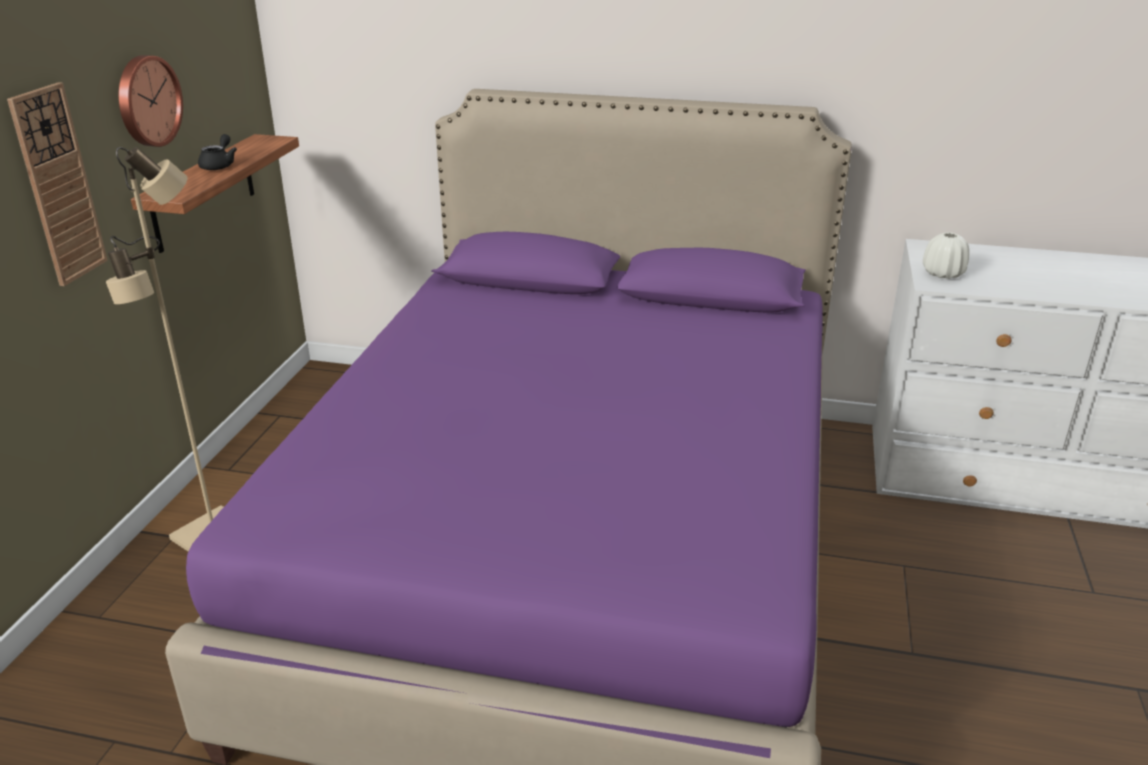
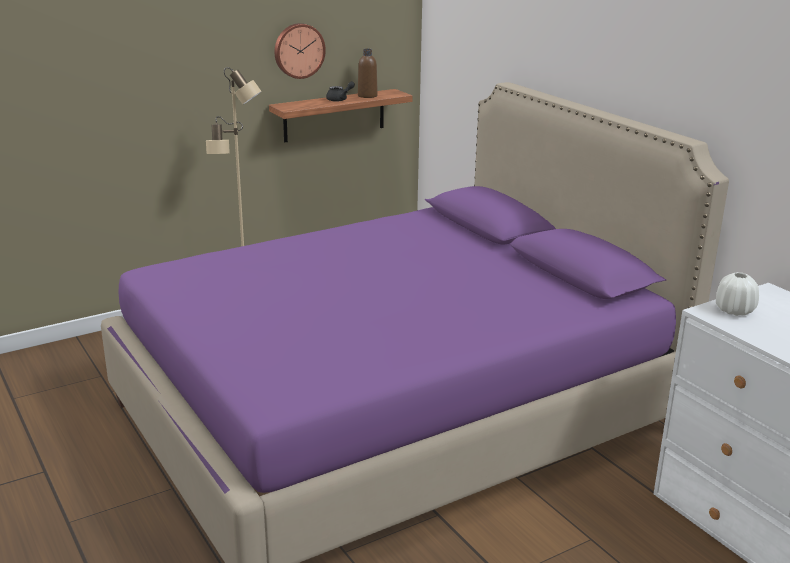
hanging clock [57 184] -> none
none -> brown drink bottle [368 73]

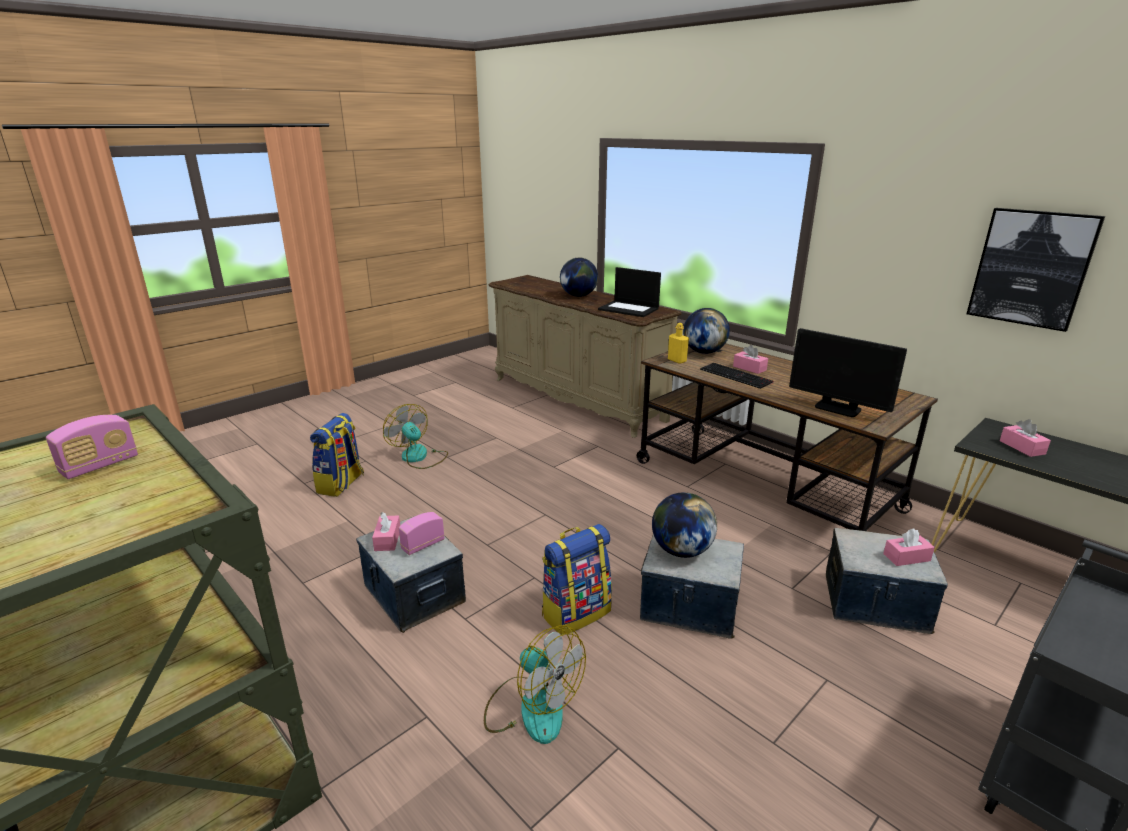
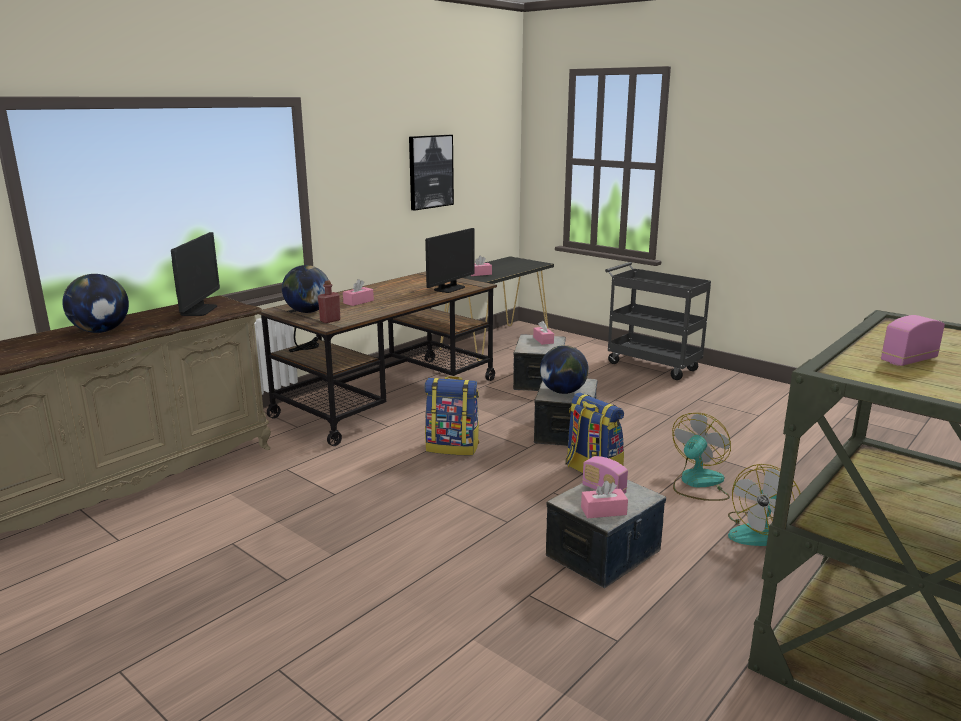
laptop [629 292] -> computer display [195 274]
yellowish drink bottle [678 343] -> red-coloured drink bottle [329 301]
PC keyboard [737 376] -> none
electric fan [415 436] -> electric fan [764 505], relocated
backpack [337 455] -> backpack [452 415], relocated
radio [92 447] -> radio [913 340], 60 degrees counterclockwise

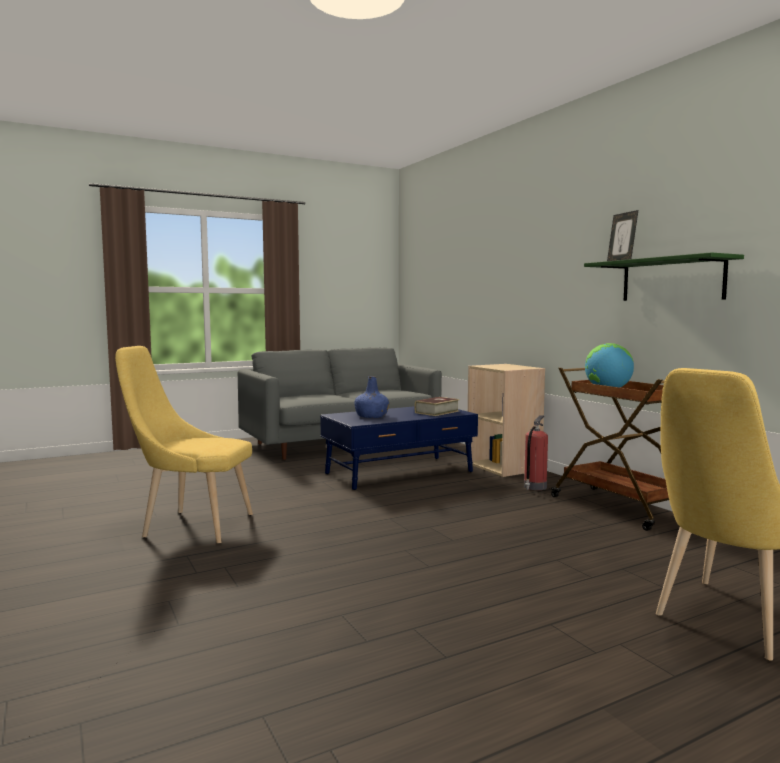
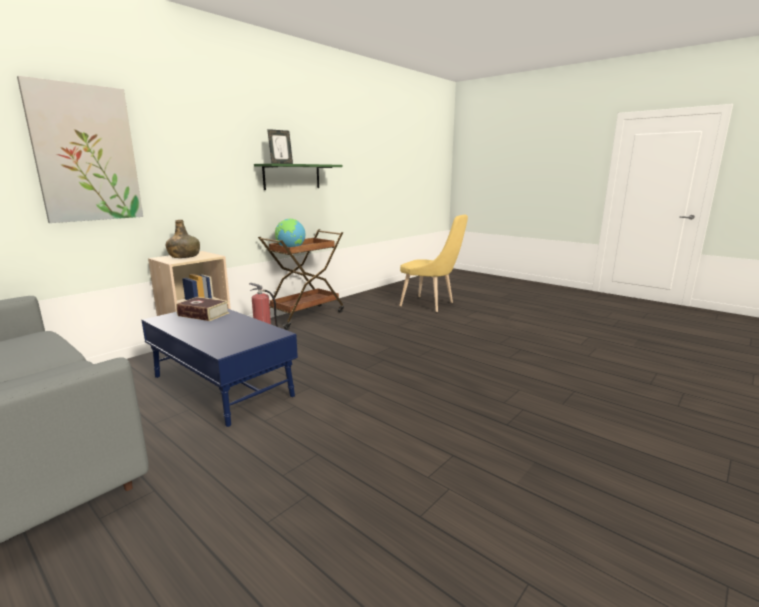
yellowish plain chair [184 445] -> none
blue drink bottle [372 397] -> none
none -> wall picture [80 149]
none -> green drink bottle [183 239]

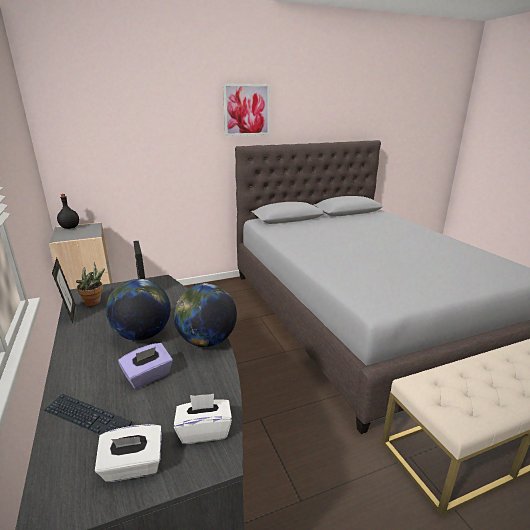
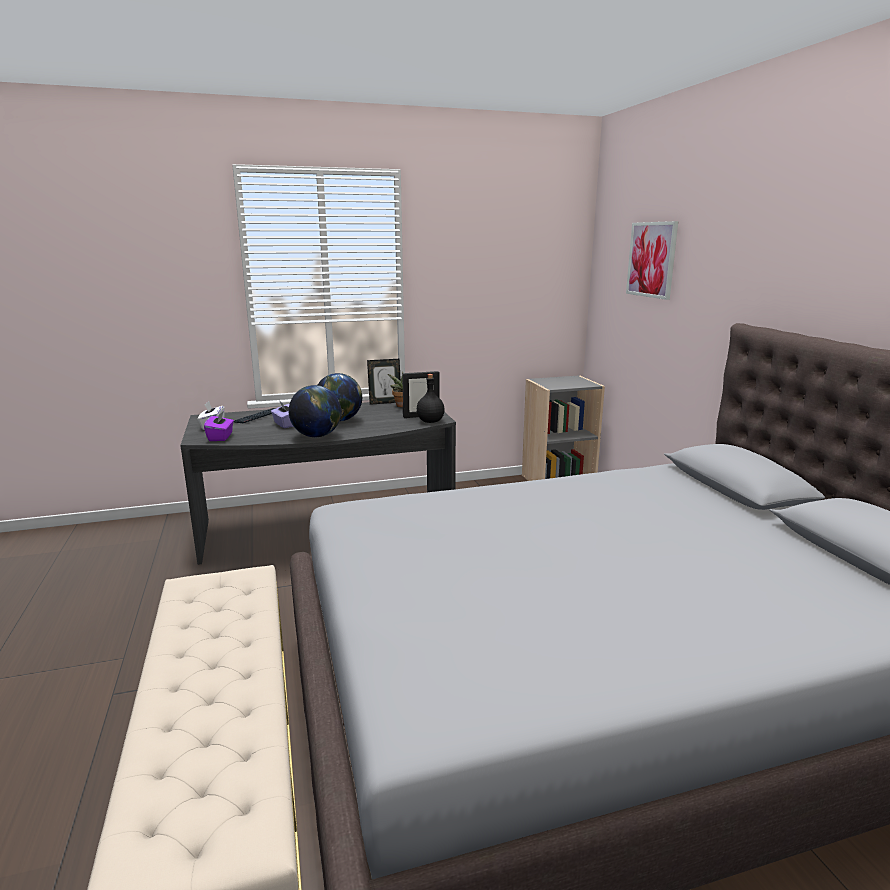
wall picture [246 110] -> wall picture [652 260], relocated
blackish drink bottle [68 211] -> blackish drink bottle [431 398], relocated
white-coloured tissue holder [203 419] -> purplish tissue holder [219 426]

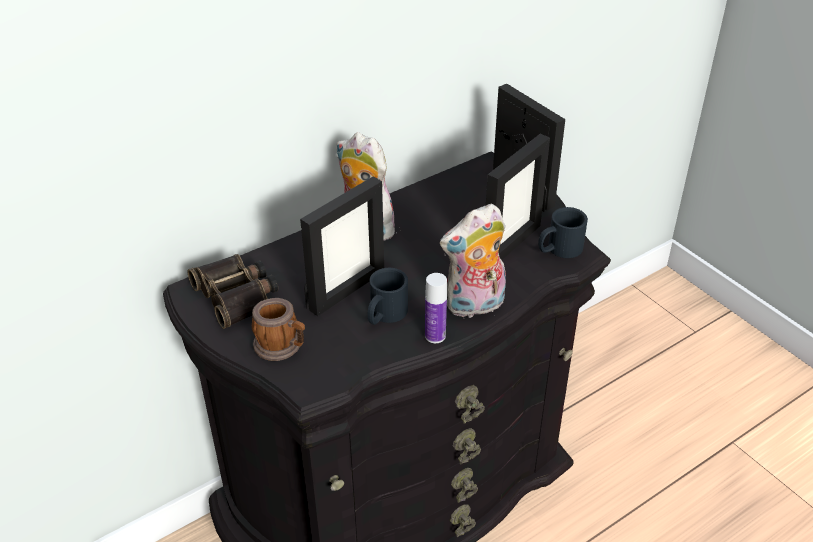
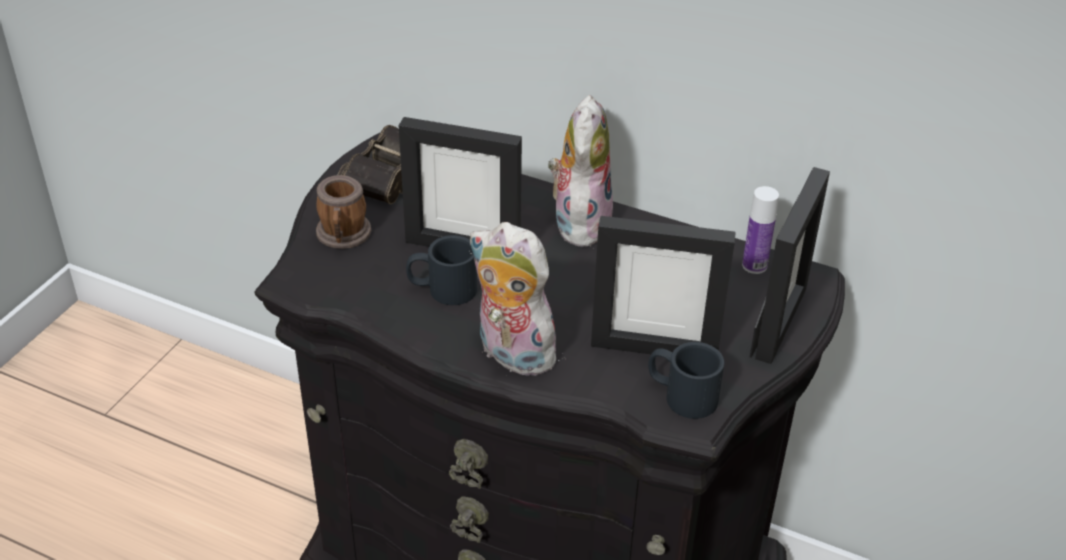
drink bottle [436 308] -> drink bottle [760 230], relocated

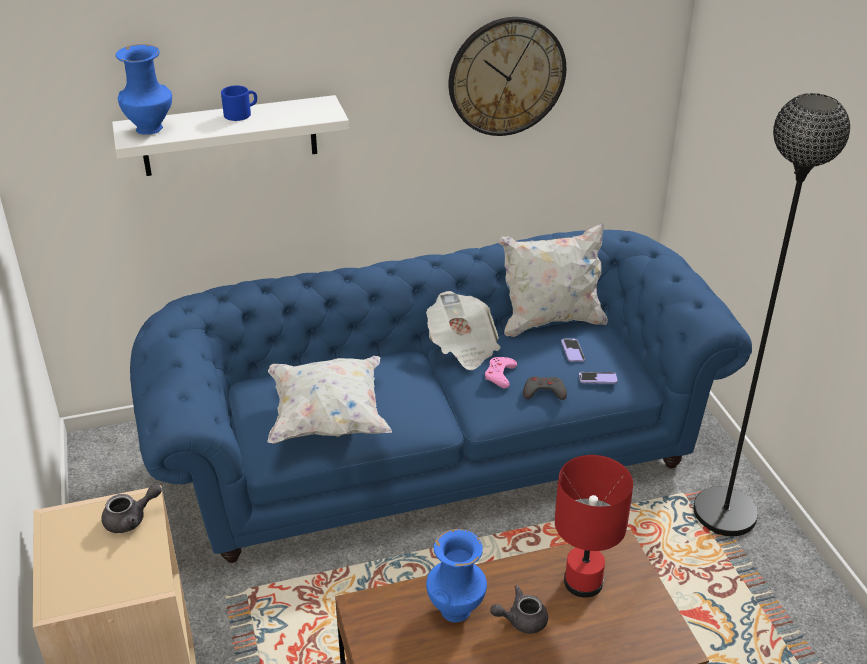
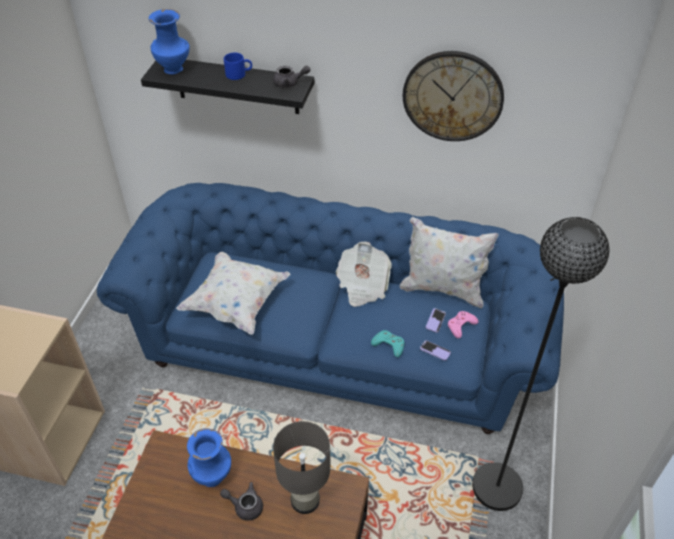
white-coloured shelf [230 135] -> blackish shelf [227 87]
pinkish game controller [501 373] -> pinkish game controller [463 325], relocated
grey game controller [545 388] -> turquoise-coloured game controller [387 343]
red-coloured tabletop lamp [594 526] -> grey tabletop lamp [301 467]
grey pot for tea [131 508] -> grey pot for tea [291 77], relocated

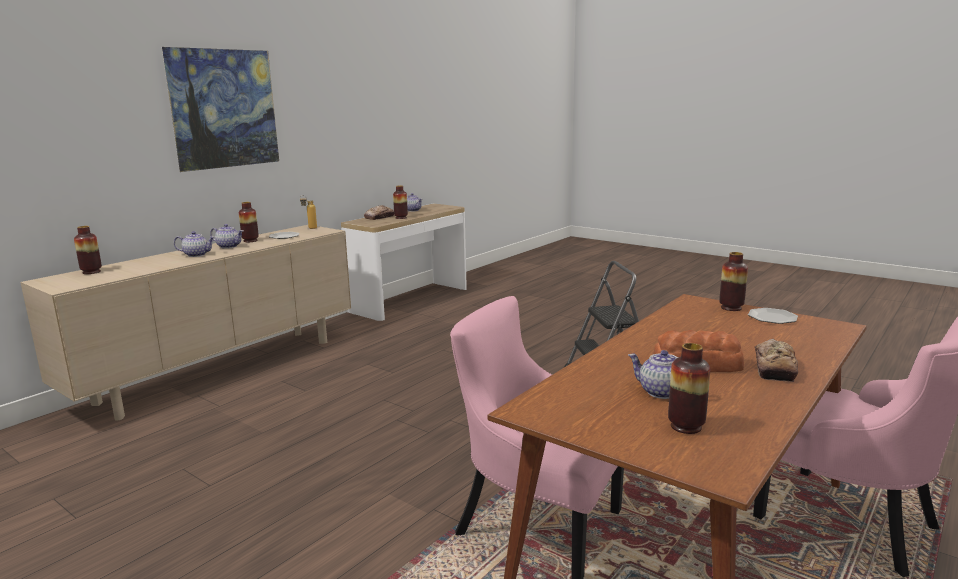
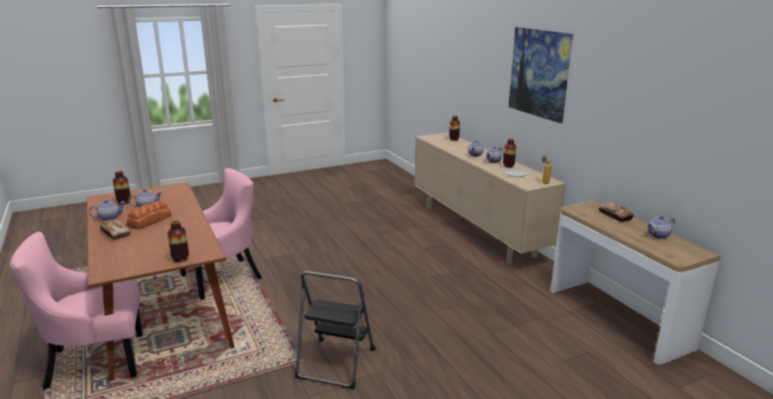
decorative vase [400 202] -> none
plate [773 316] -> none
none -> pot for tea [107 210]

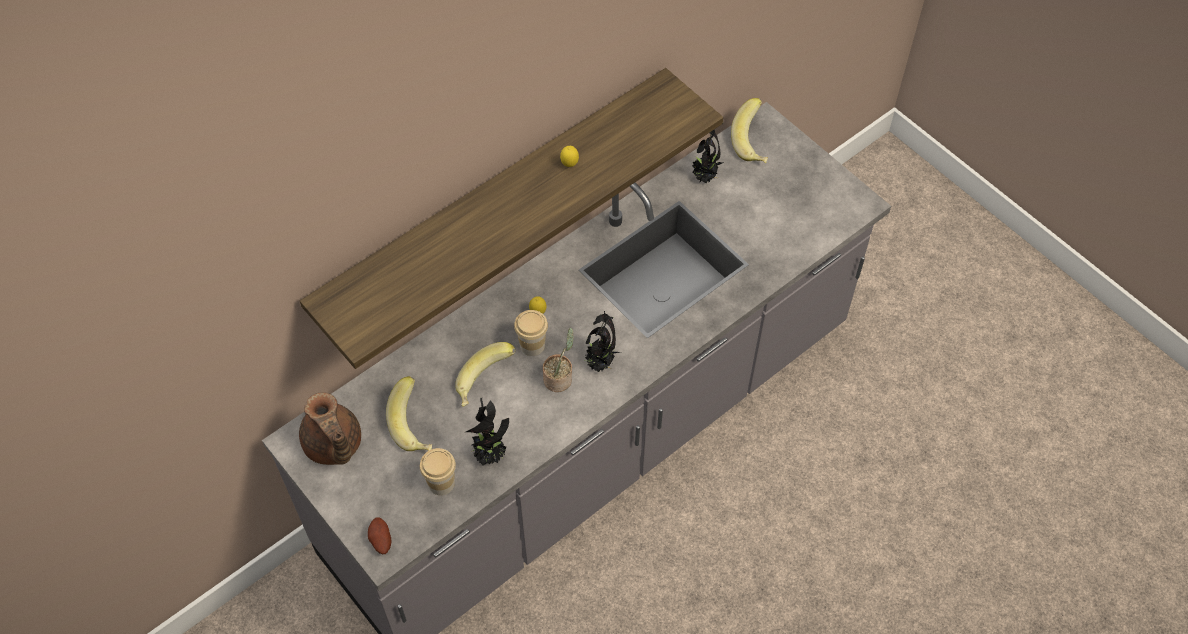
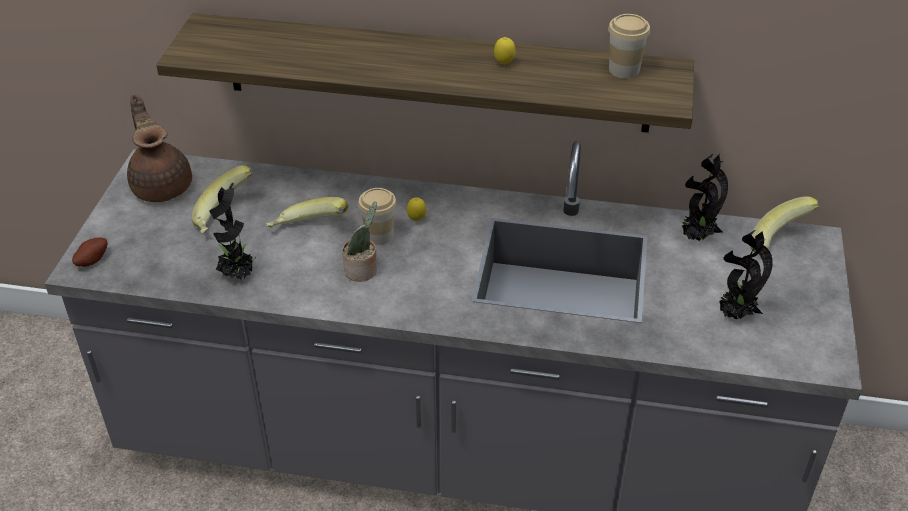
potted plant [602 341] -> potted plant [746 275], relocated
brown pot for tea [330 428] -> brown pot for tea [159 148], 135 degrees clockwise
small cup [438 471] -> small cup [629 46], relocated

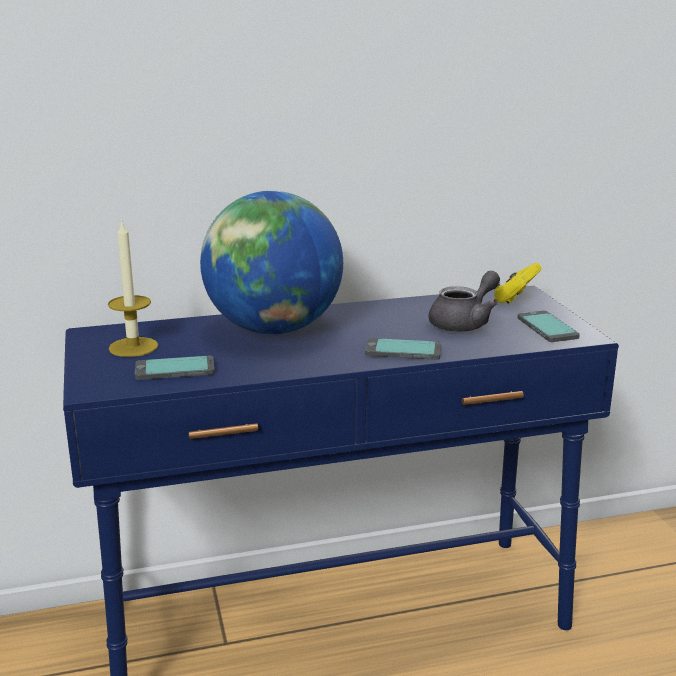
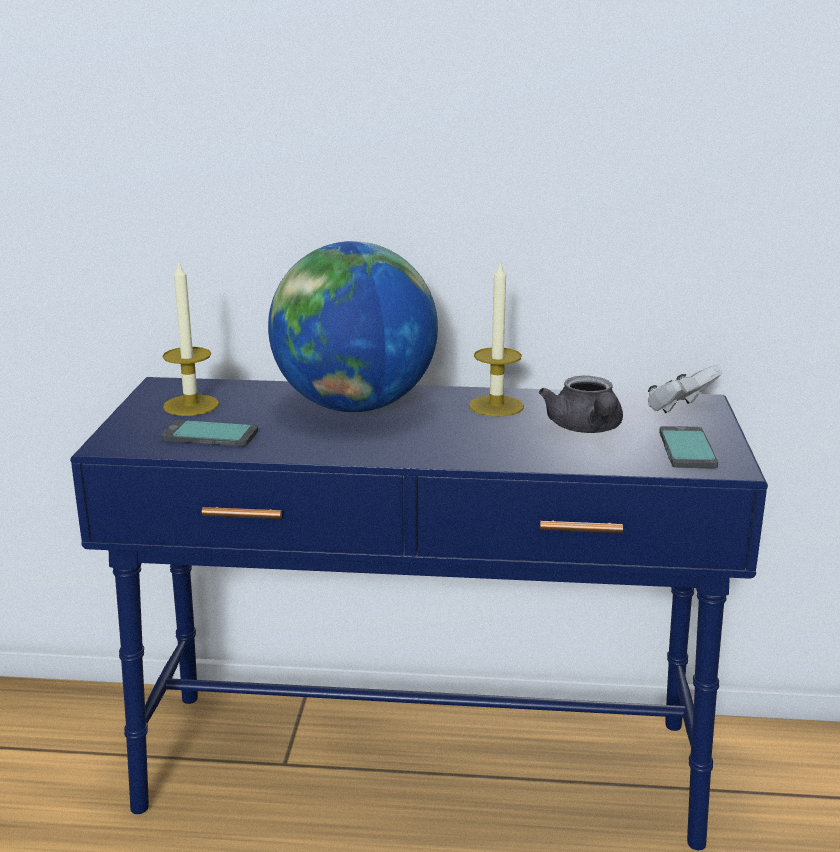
yellowish game controller [518 283] -> white-coloured game controller [685 389]
grey pot for tea [464 301] -> grey pot for tea [581 404], 105 degrees clockwise
telephone [403 349] -> none
none -> wax light [496 338]

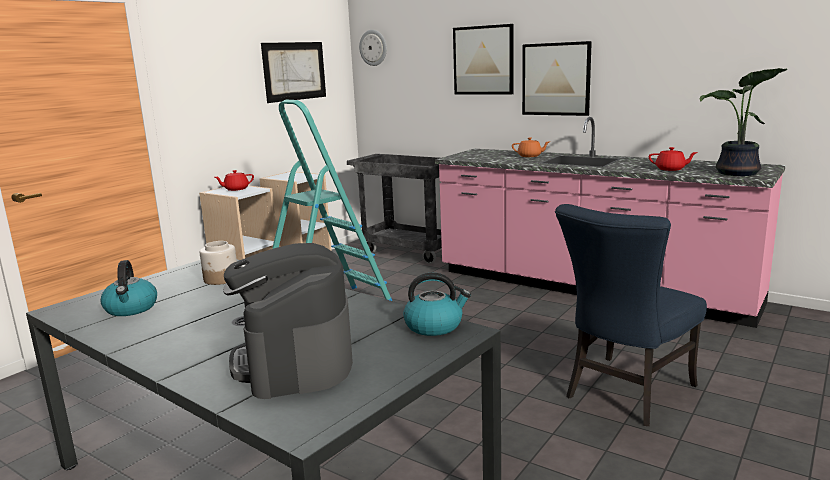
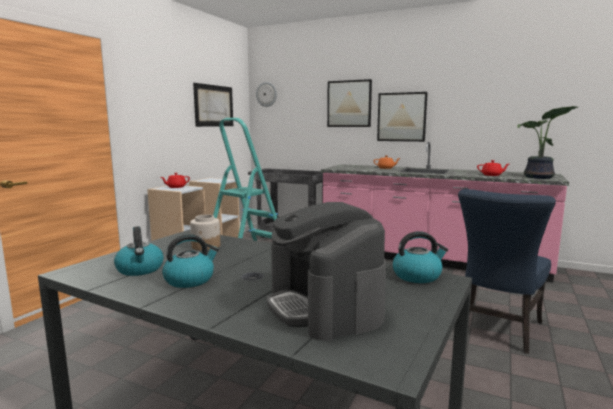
none -> kettle [190 261]

